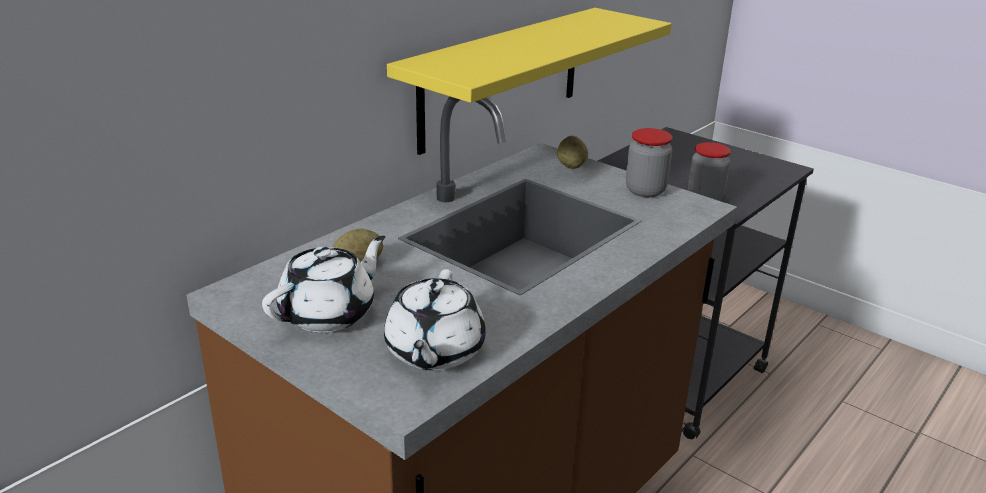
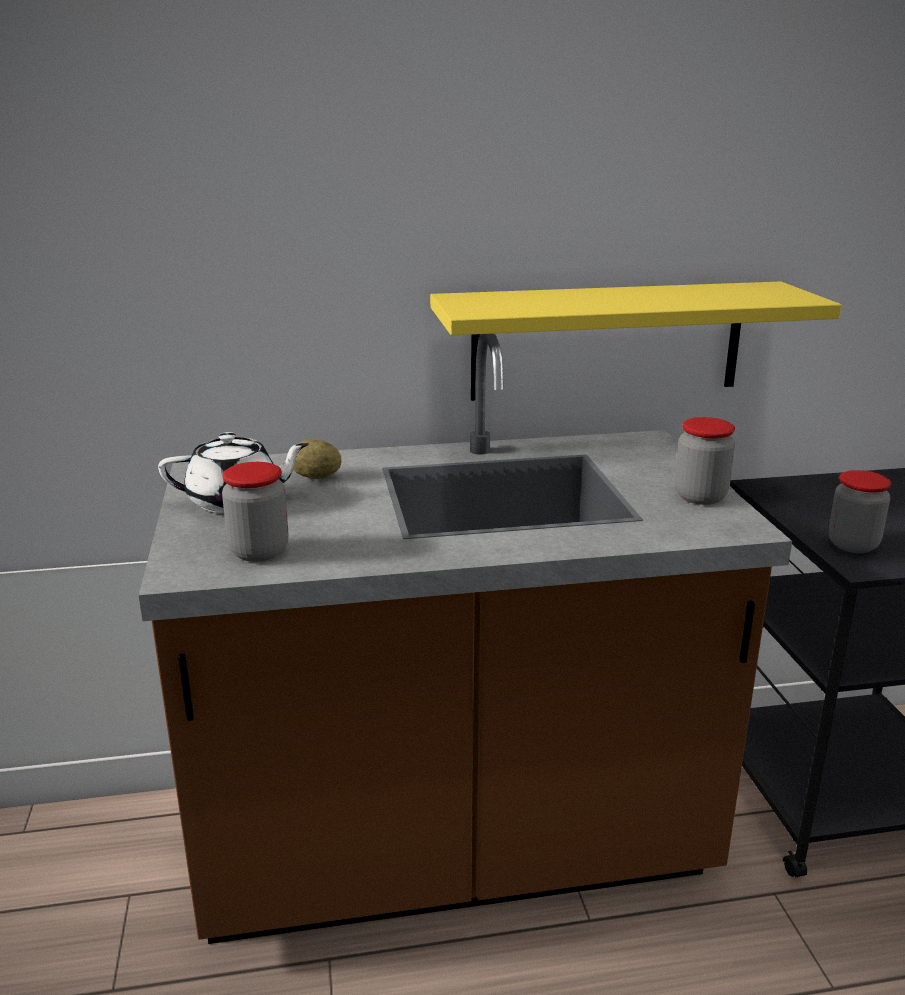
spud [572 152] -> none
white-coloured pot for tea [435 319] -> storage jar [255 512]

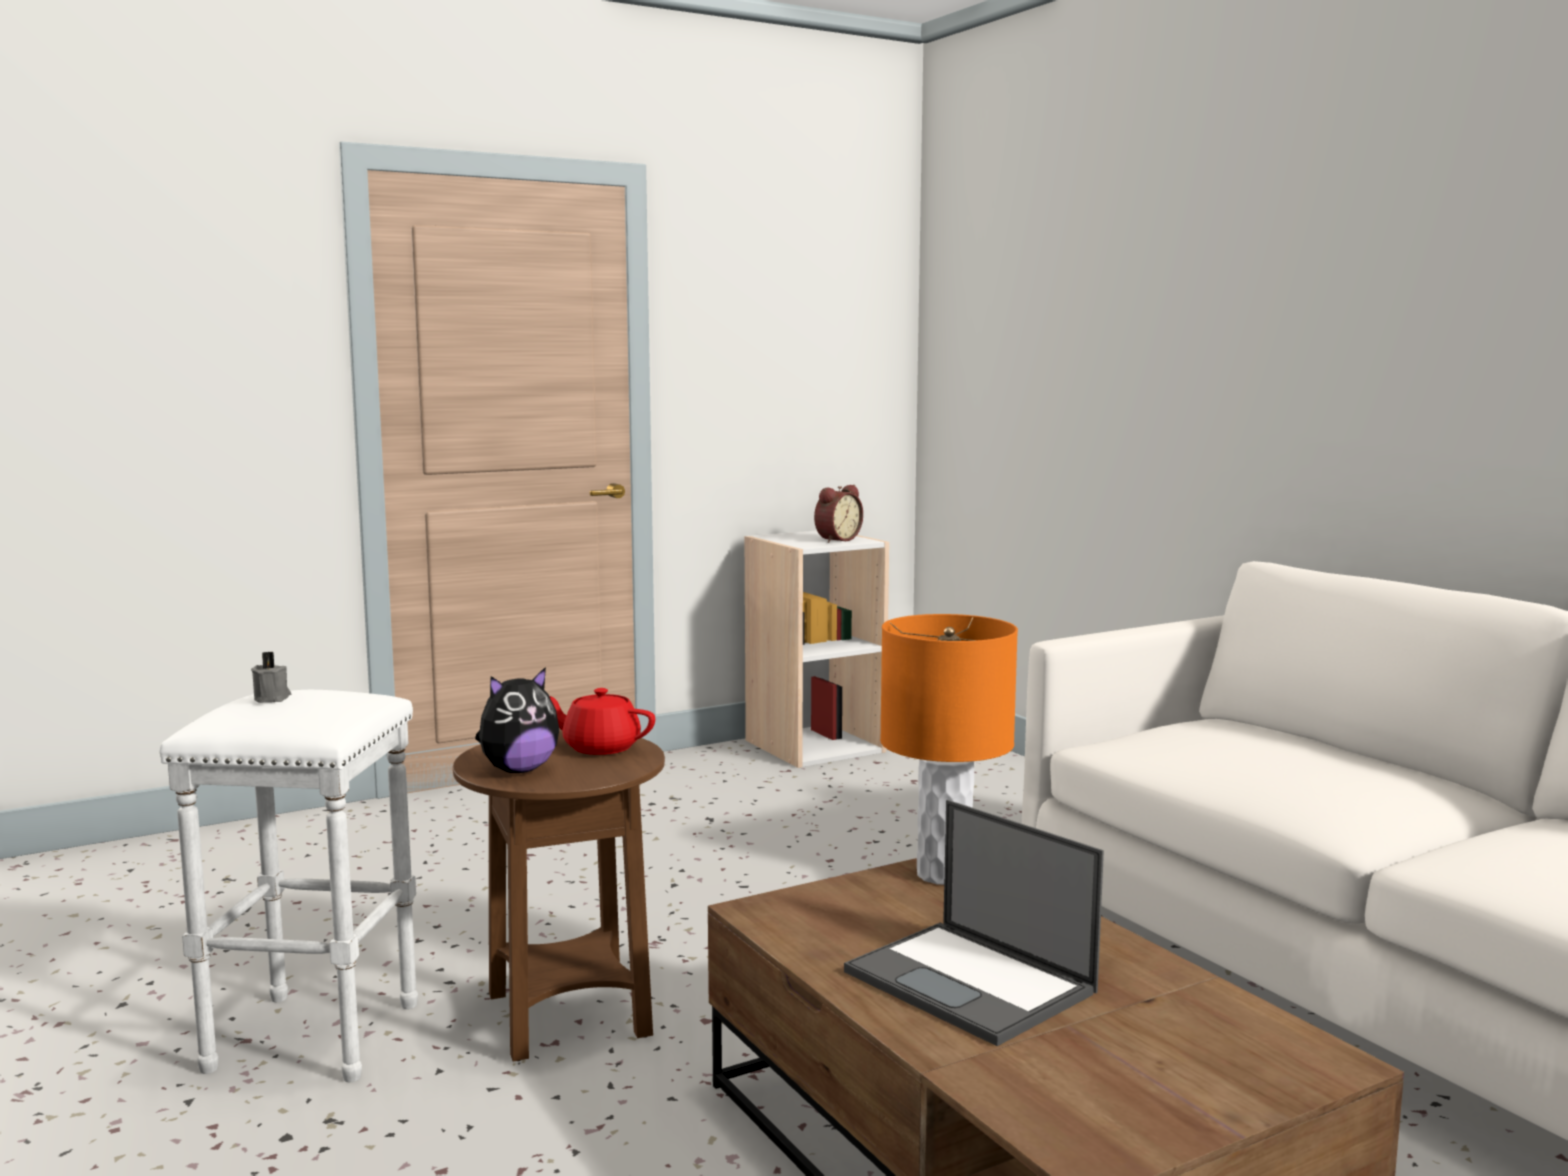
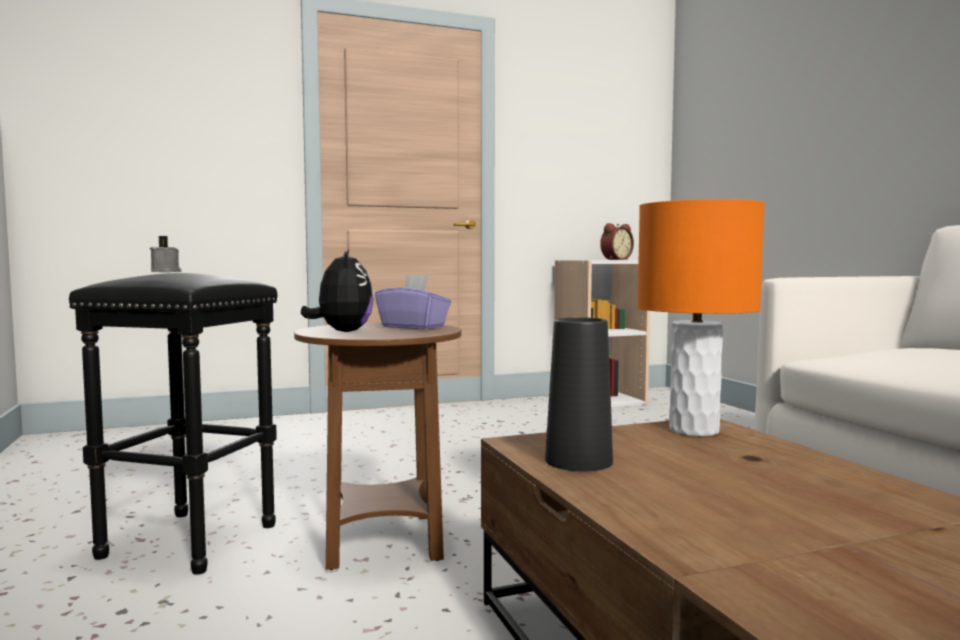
plush toy [517 720] -> plush toy [337 291], 75 degrees counterclockwise
red-coloured pot for tea [602 721] -> purplish tissue holder [413 302]
white-coloured stool seat [288 886] -> blackish stool seat [173 424]
laptop [974 923] -> none
none -> blackish decorative vase [579 394]

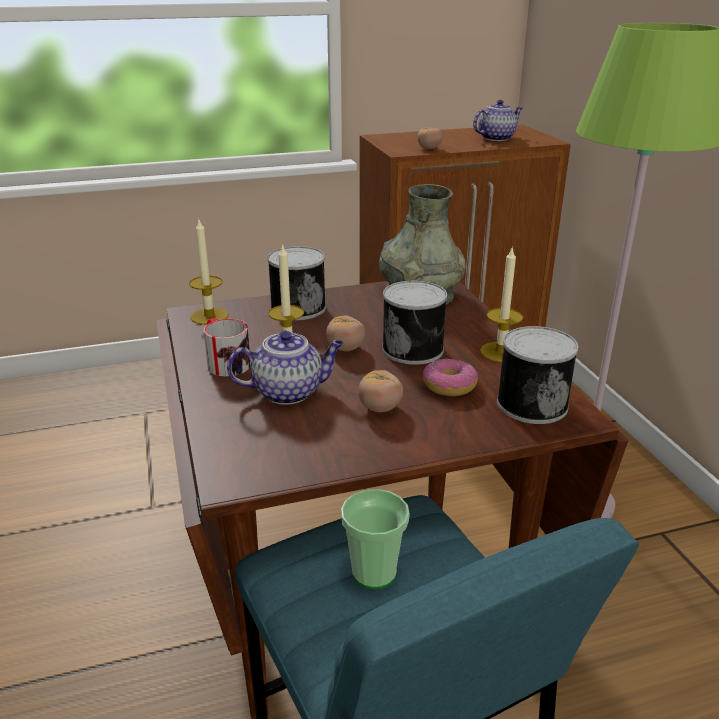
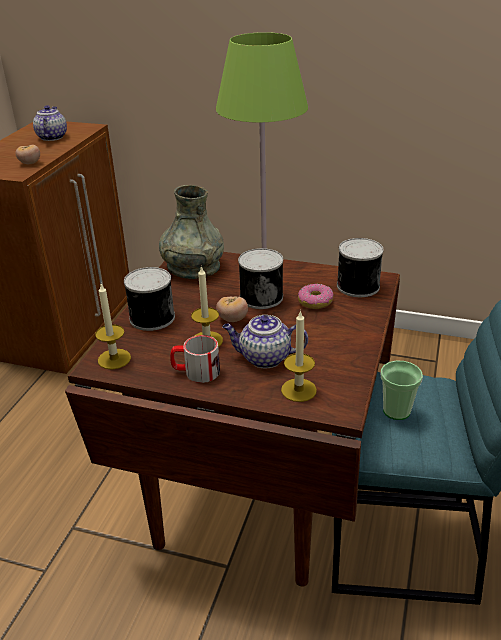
wax light [501 304] -> wax light [299 356], relocated
pot for tea [285 368] -> pot for tea [265 341], 105 degrees counterclockwise
tomato [380 391] -> none

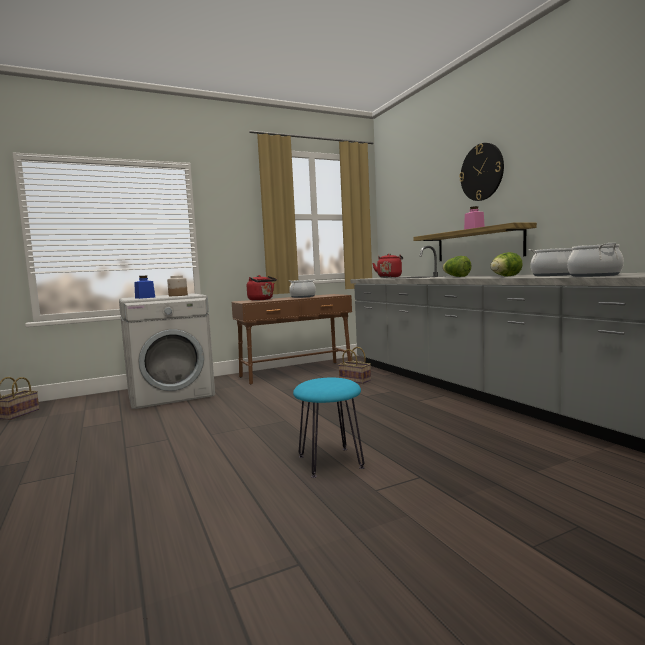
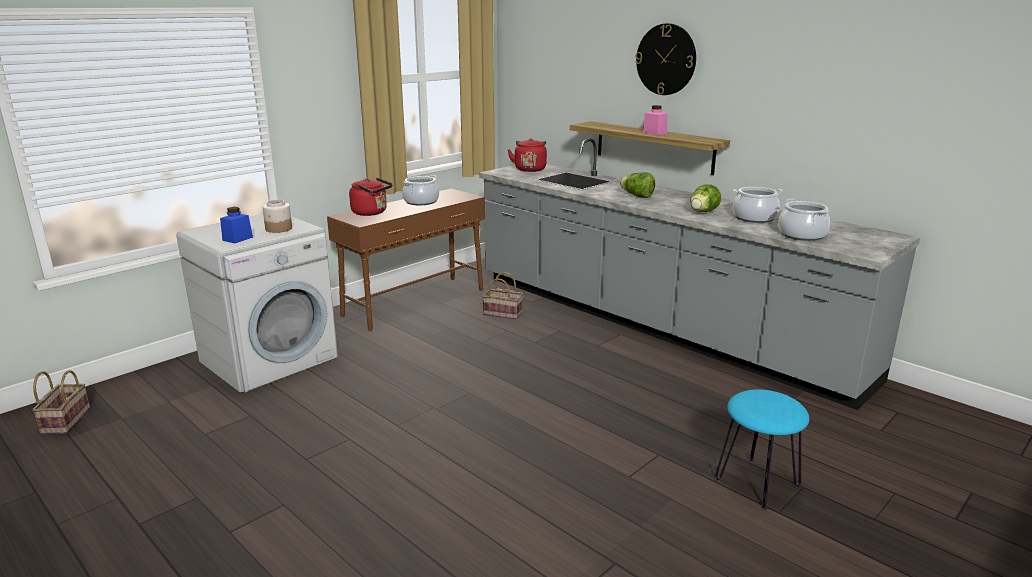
turquoise-coloured stool seat [329 428] -> turquoise-coloured stool seat [762 449], relocated

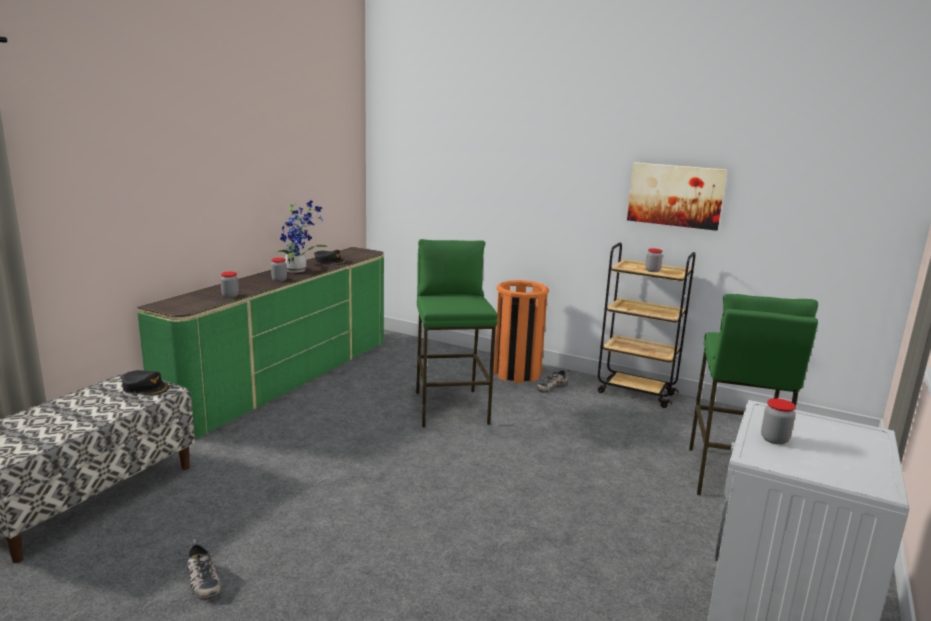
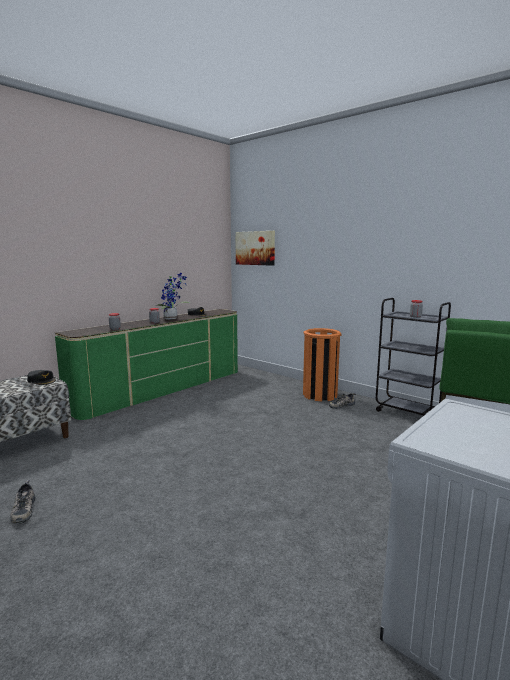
wall picture [677 196] -> wall picture [255 248], relocated
green stool seat [457 333] -> none
brown trolley [647 325] -> grey trolley [413 357]
storage jar [778 421] -> none

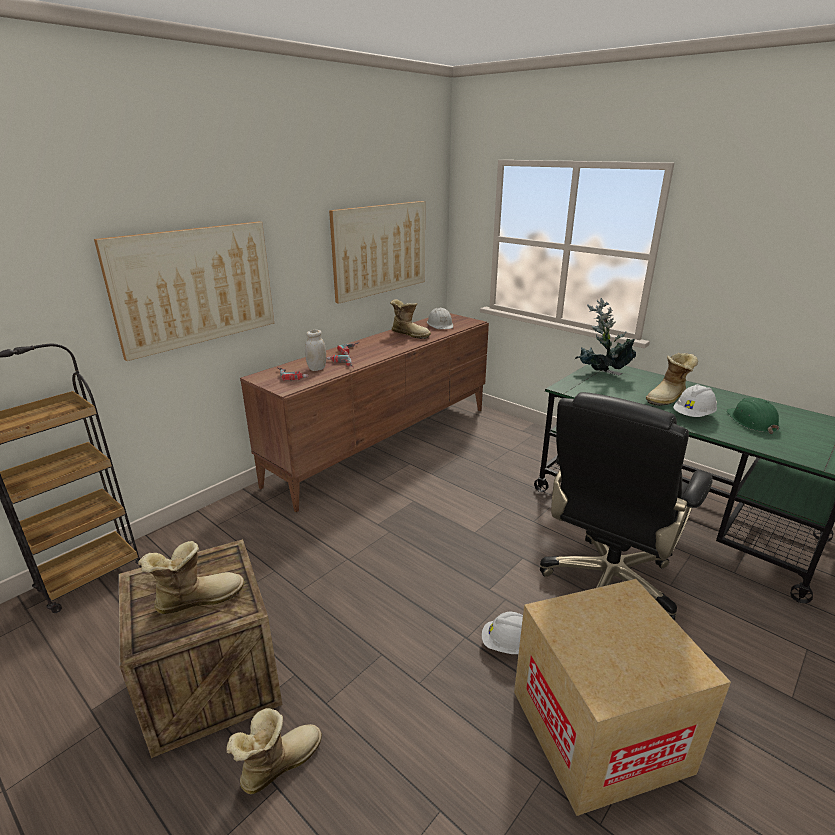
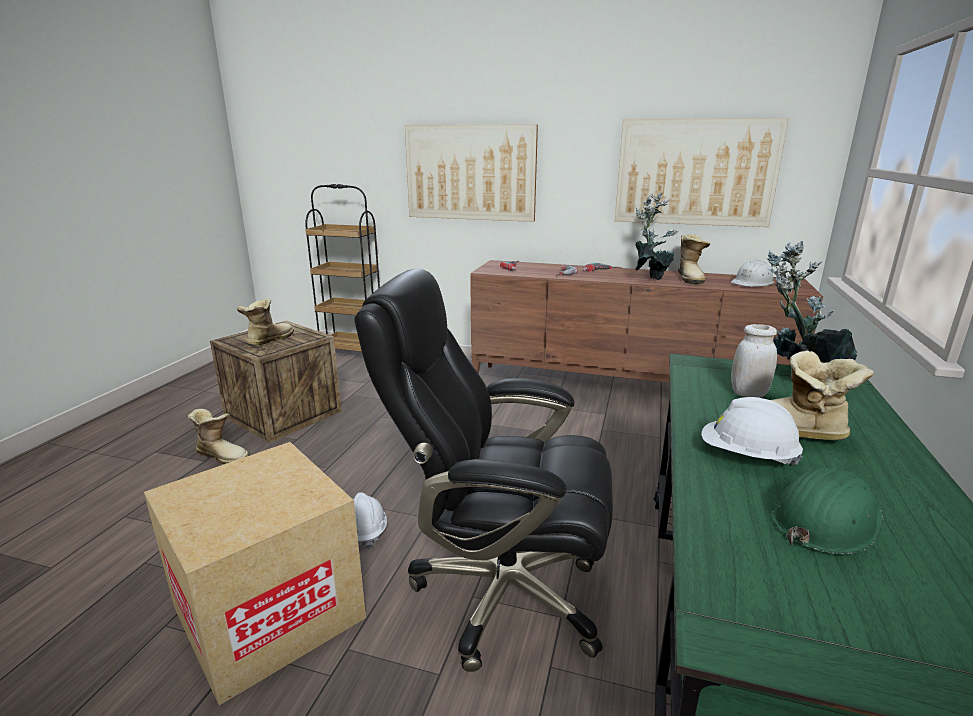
white-coloured storage jar [315 350] -> white-coloured storage jar [754 361], relocated
tall boot [191 577] -> tall boot [265 322], 105 degrees counterclockwise
none -> potted plant [656 236]

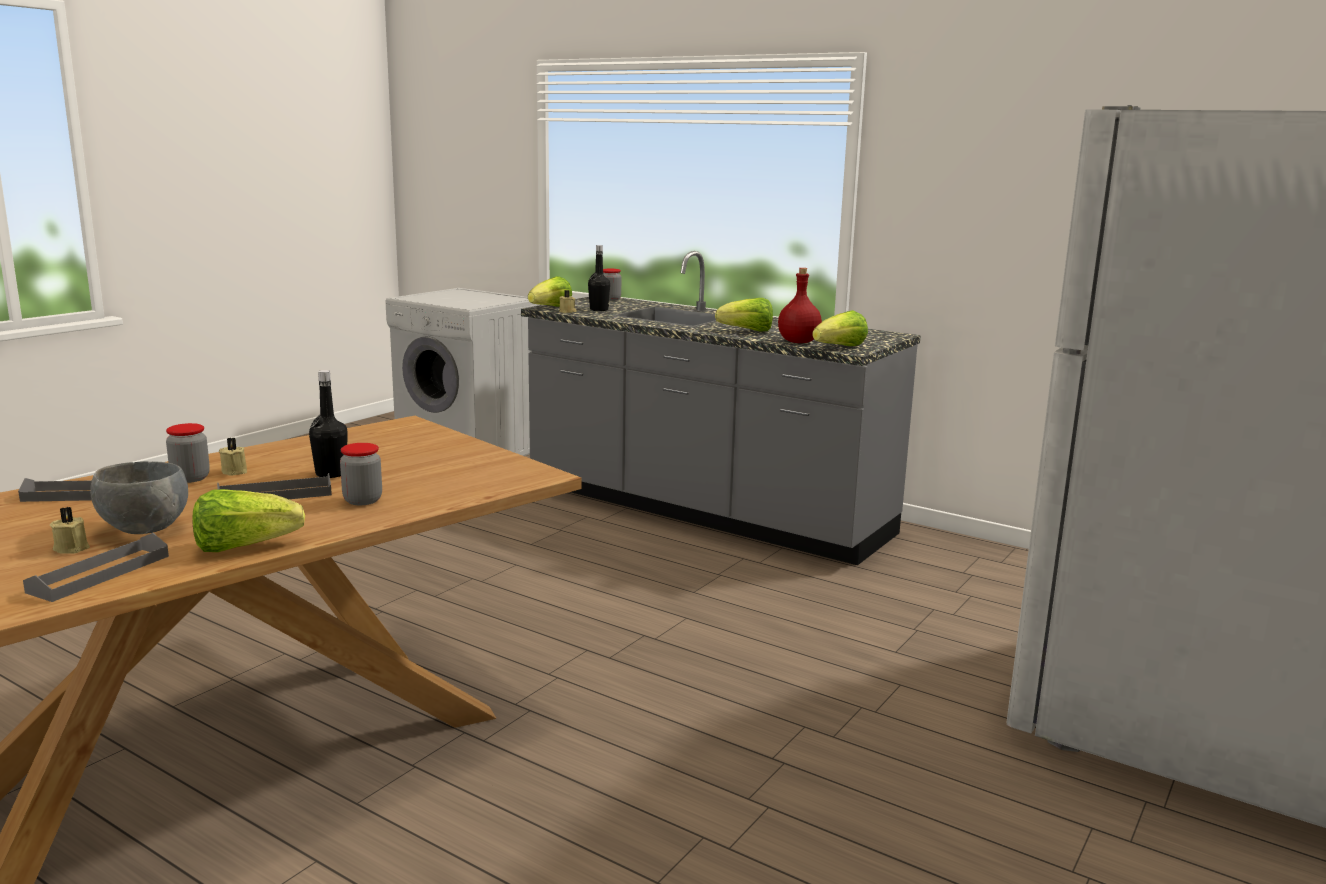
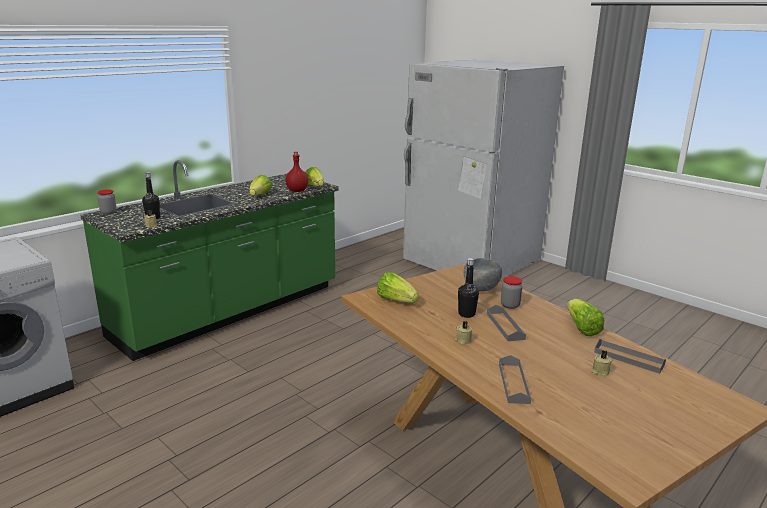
grey kitchen base unit [721 408] -> green kitchen base unit [209 260]
head of lettuce [550 291] -> head of lettuce [398 287], relocated
storage jar [188 453] -> none
grey deep dish [139 497] -> grey deep dish [483 275], relocated

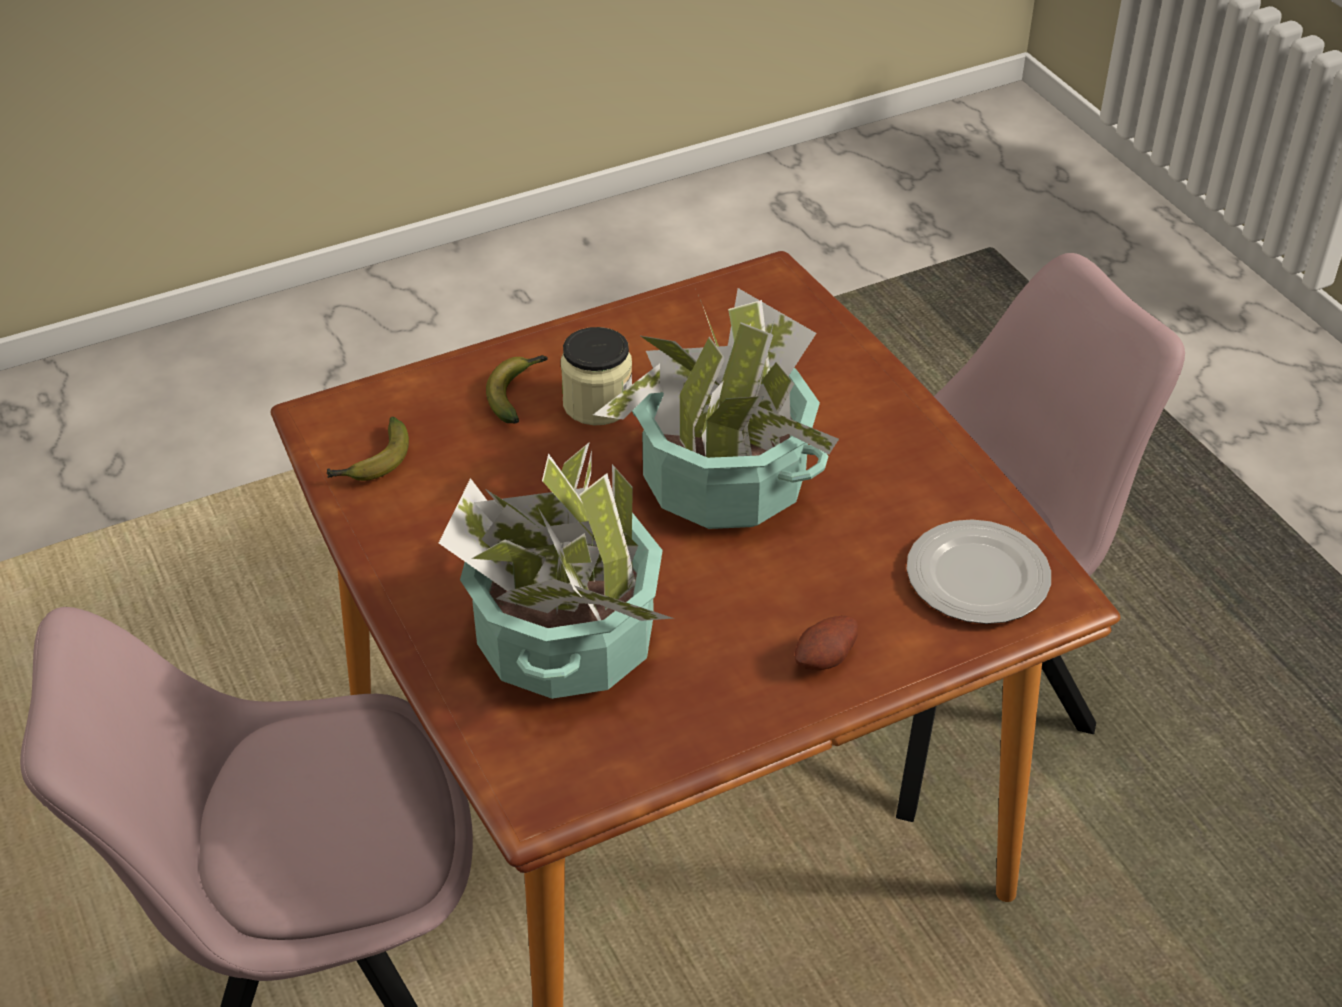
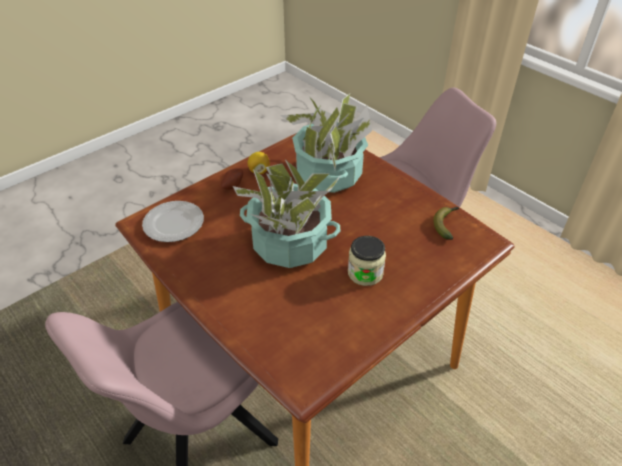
banana fruit [517 389] -> none
none -> whole lemon [258 163]

